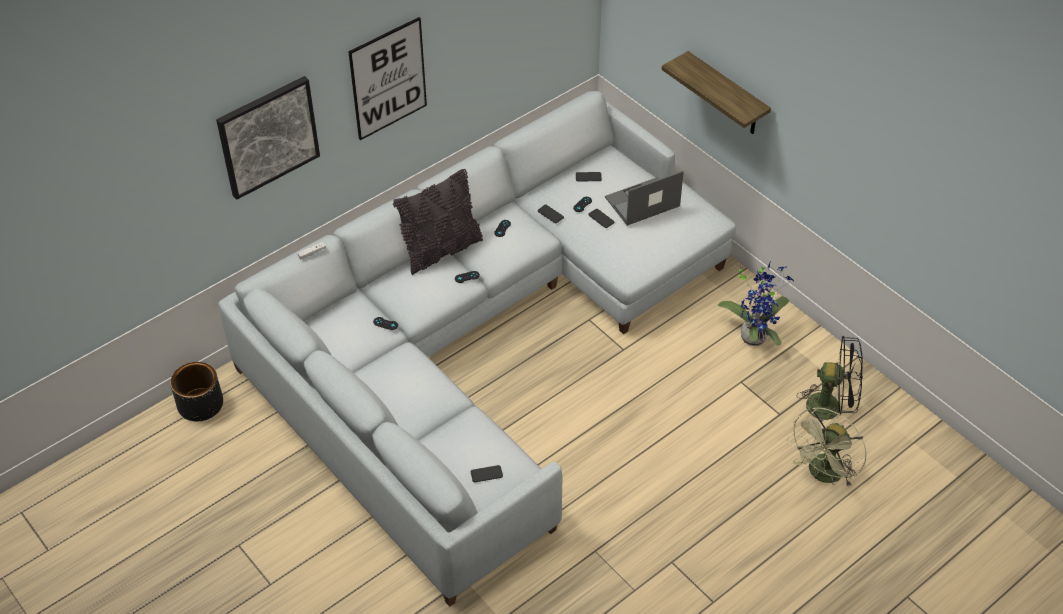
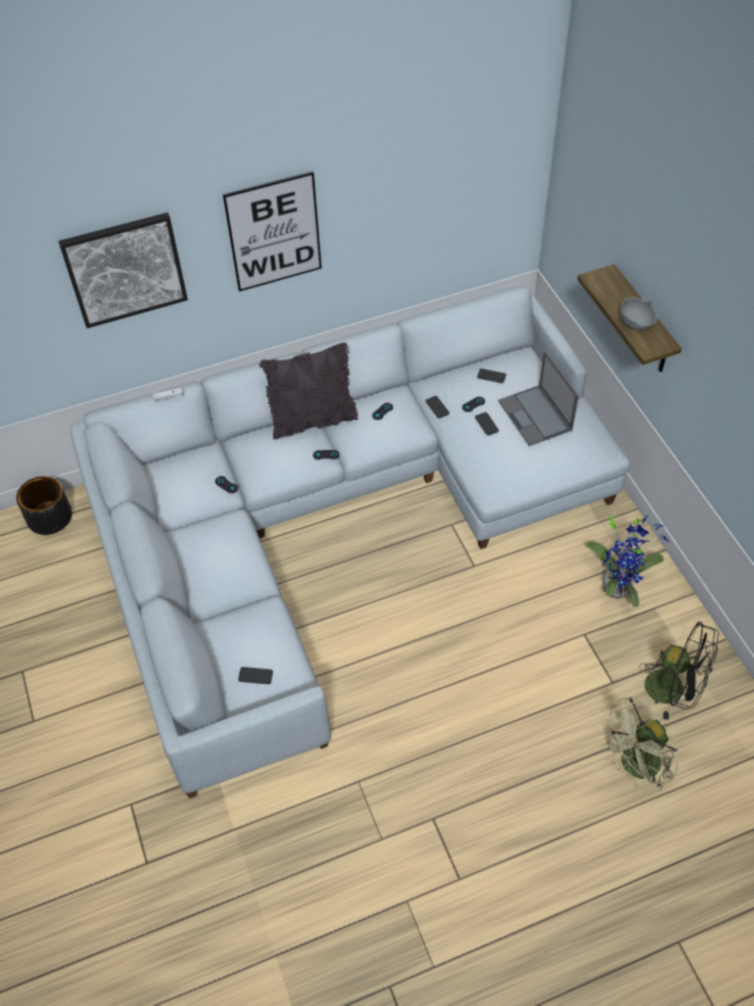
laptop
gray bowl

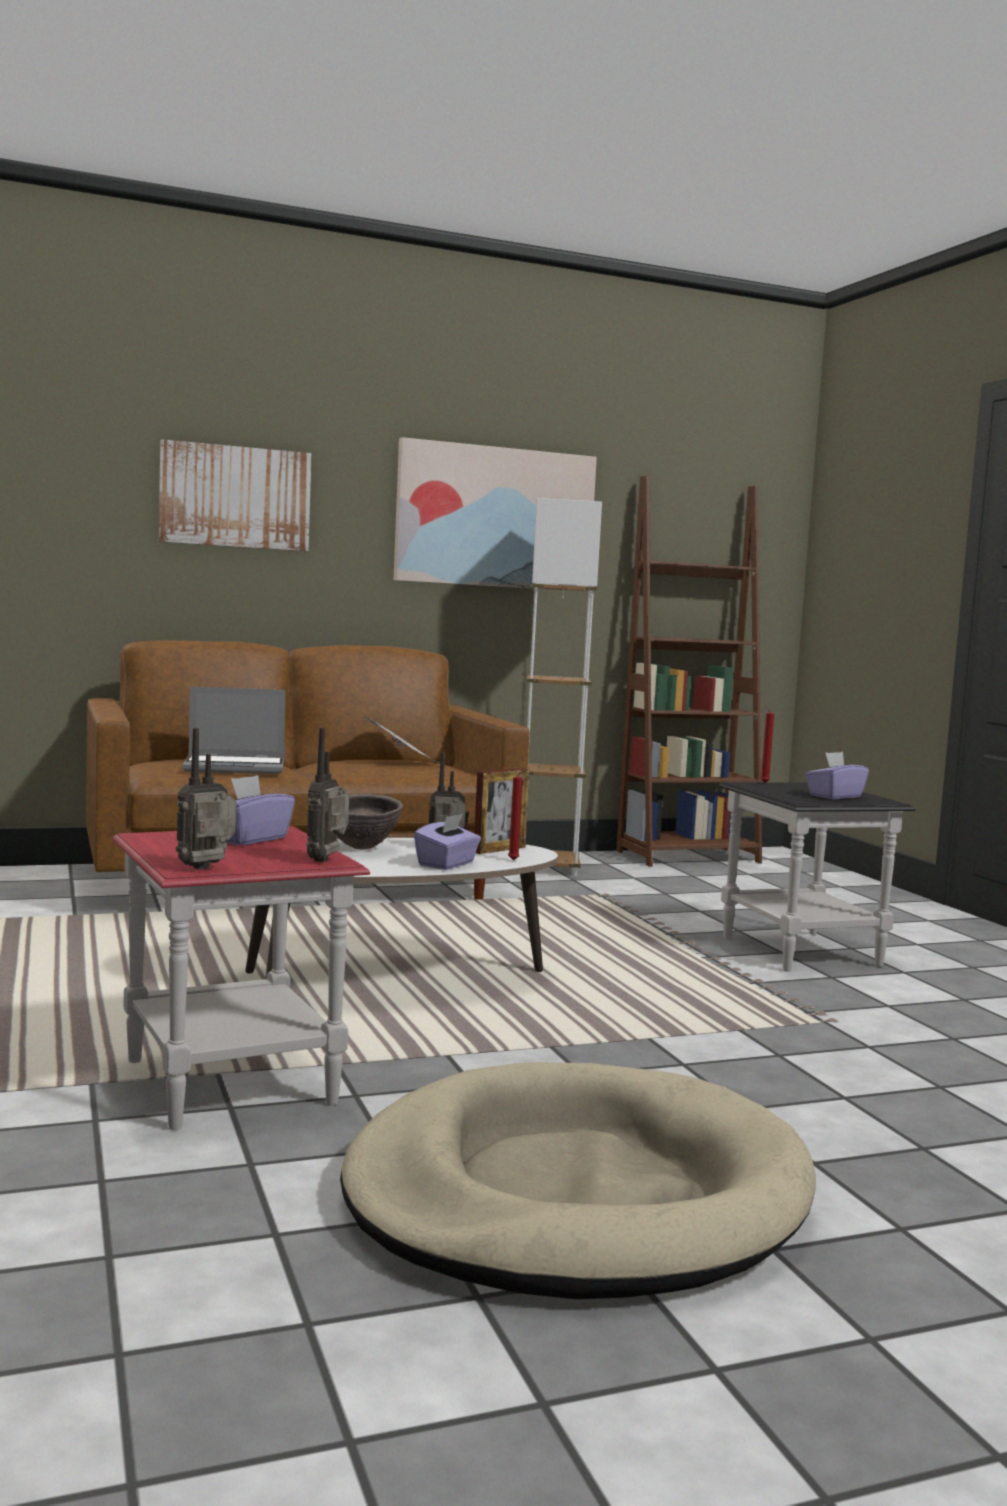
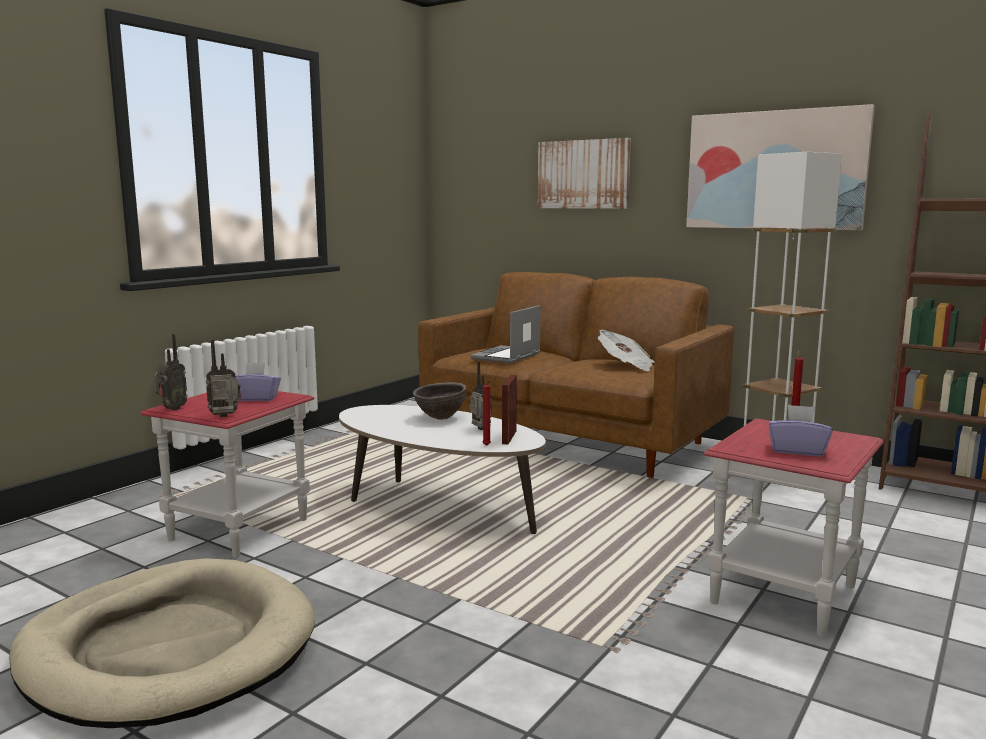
radio receiver (no. 1 from left)
laptop
purple tissue box (no. 2 from left in the first image)
photo frame
red-coloured end table (no. 2 from left)

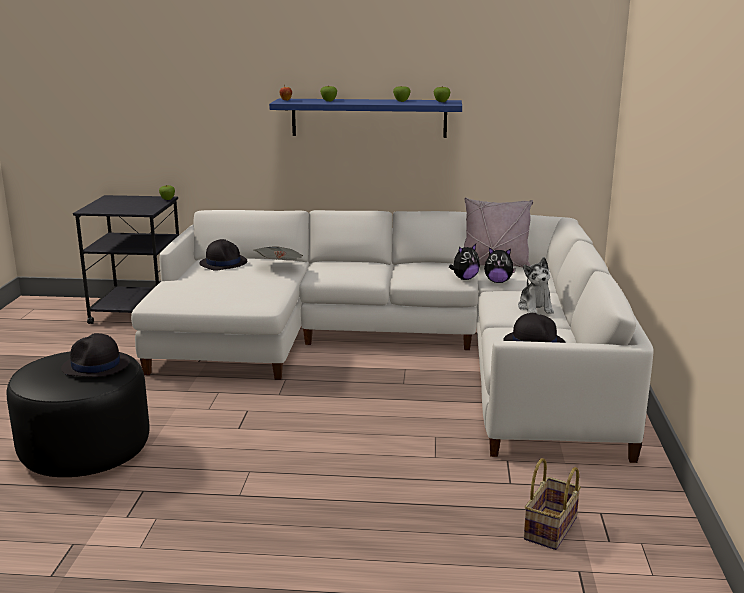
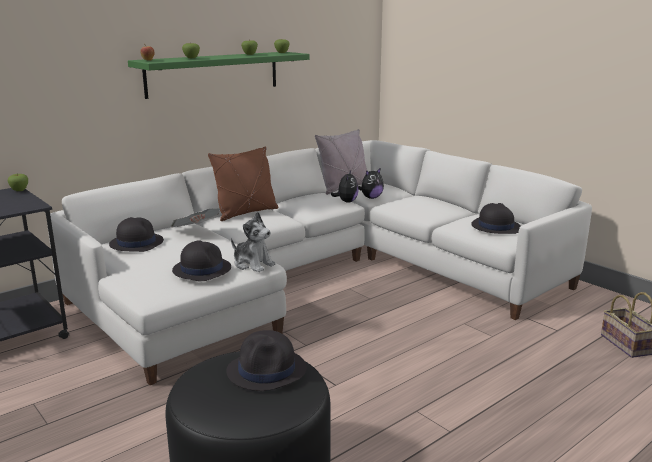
green shelf
cuddly toy (no. 1 from left)
blackish wearable hat (no. 2 from left)
brown-coloured pillow

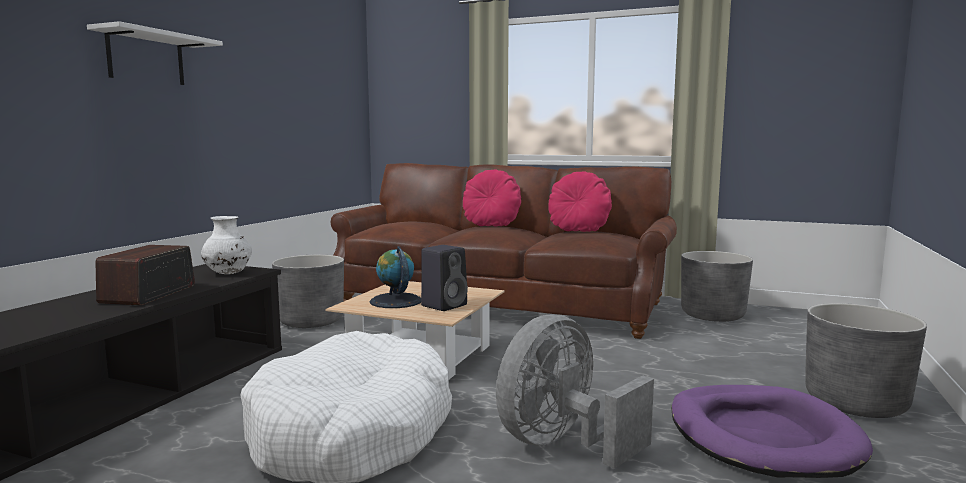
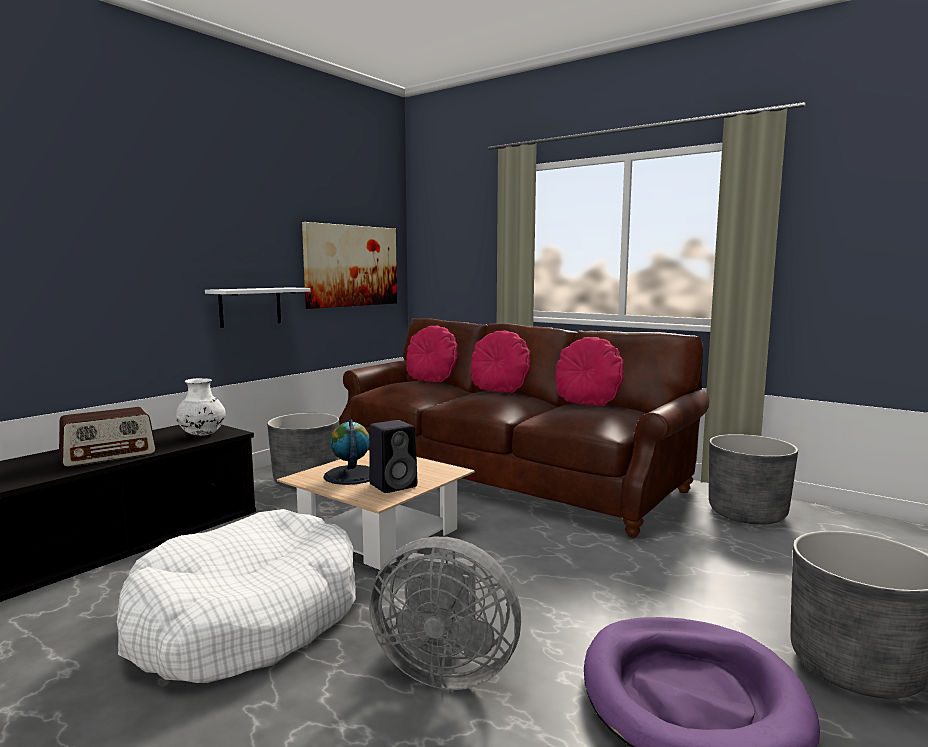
white shelf
radio receiver
gray cooling fan
wall picture
pink pillow (no. 1 from left)

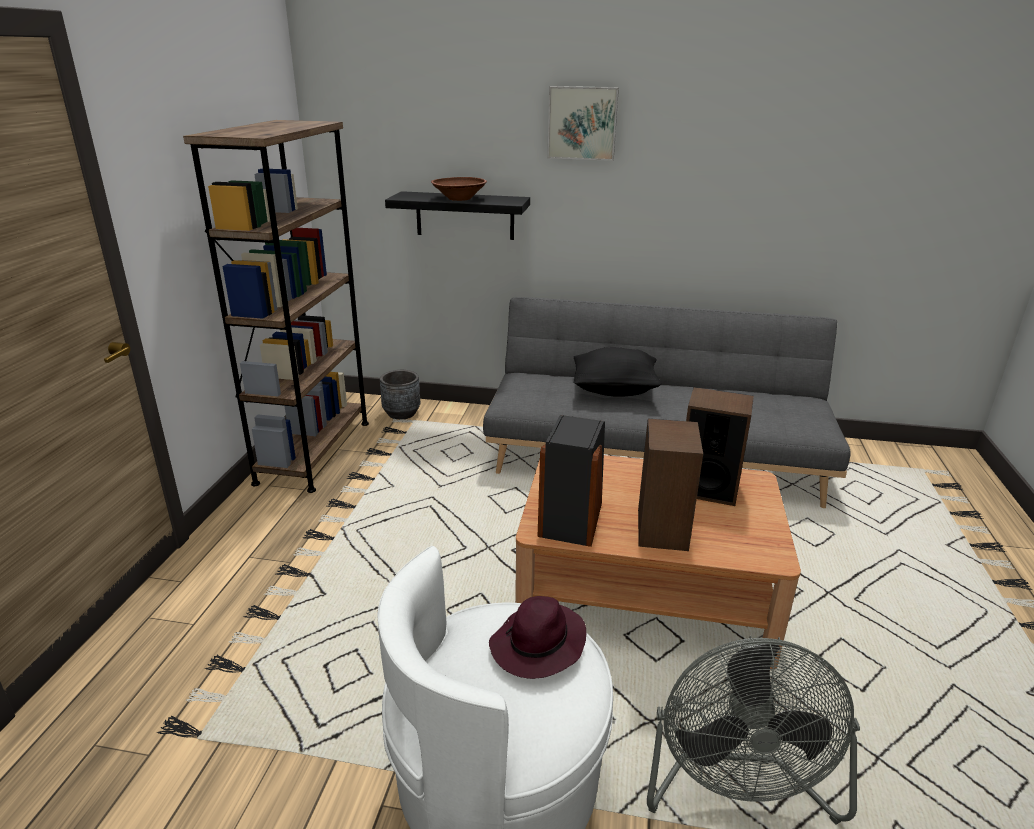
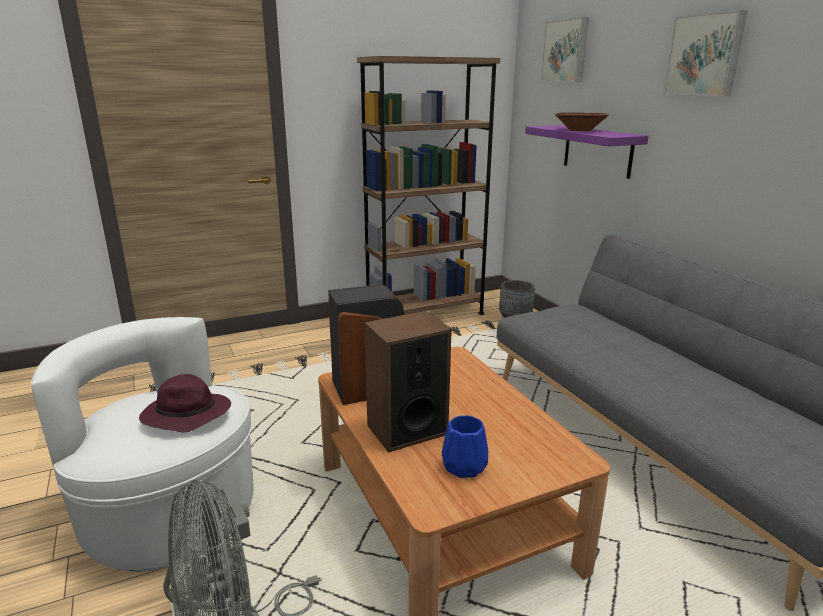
purple shelf
blackish pillow
speaker (no. 3 from left in the first image)
bluish vase
wall picture (no. 1 from left)

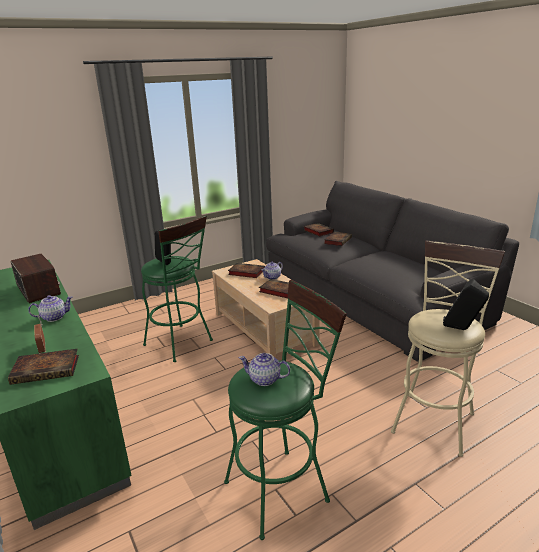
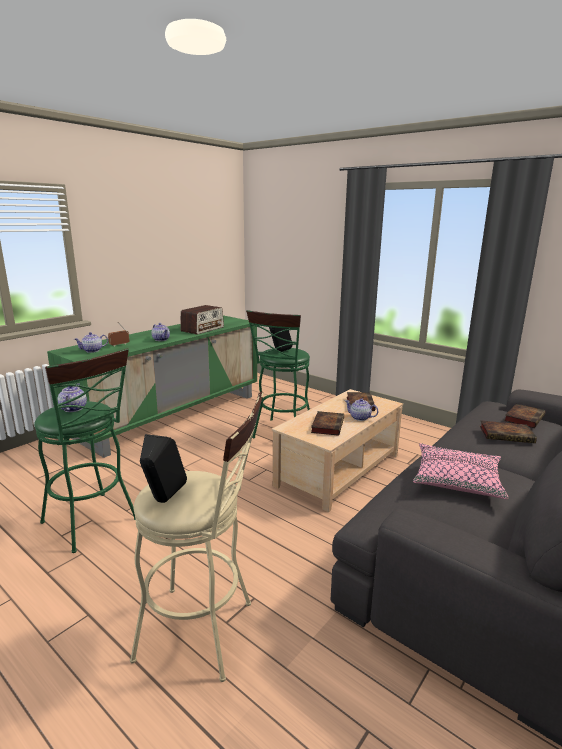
teapot (no. 2 from left)
pink pillow

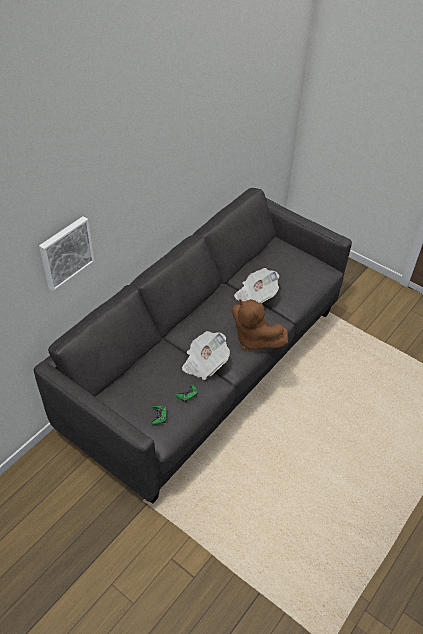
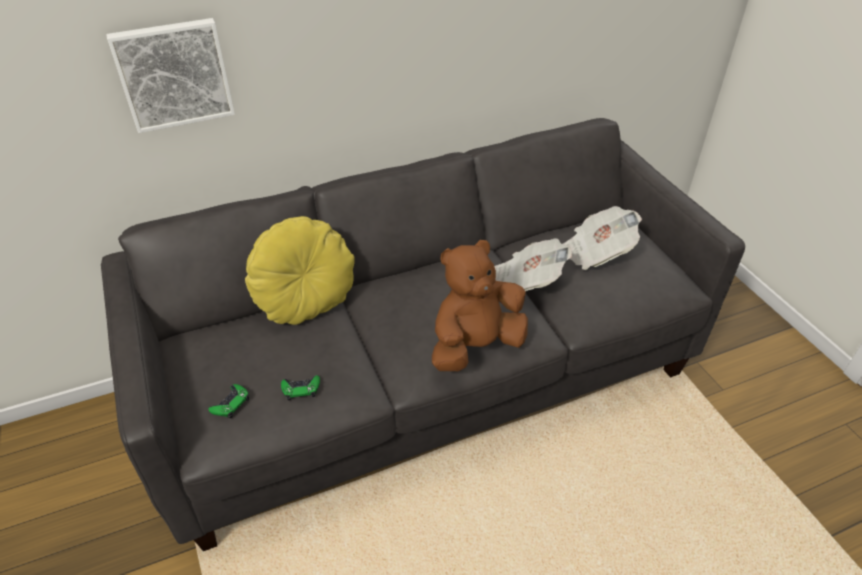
printed paper (no. 2 from left)
brown-coloured cuddly toy
yellow-coloured pillow

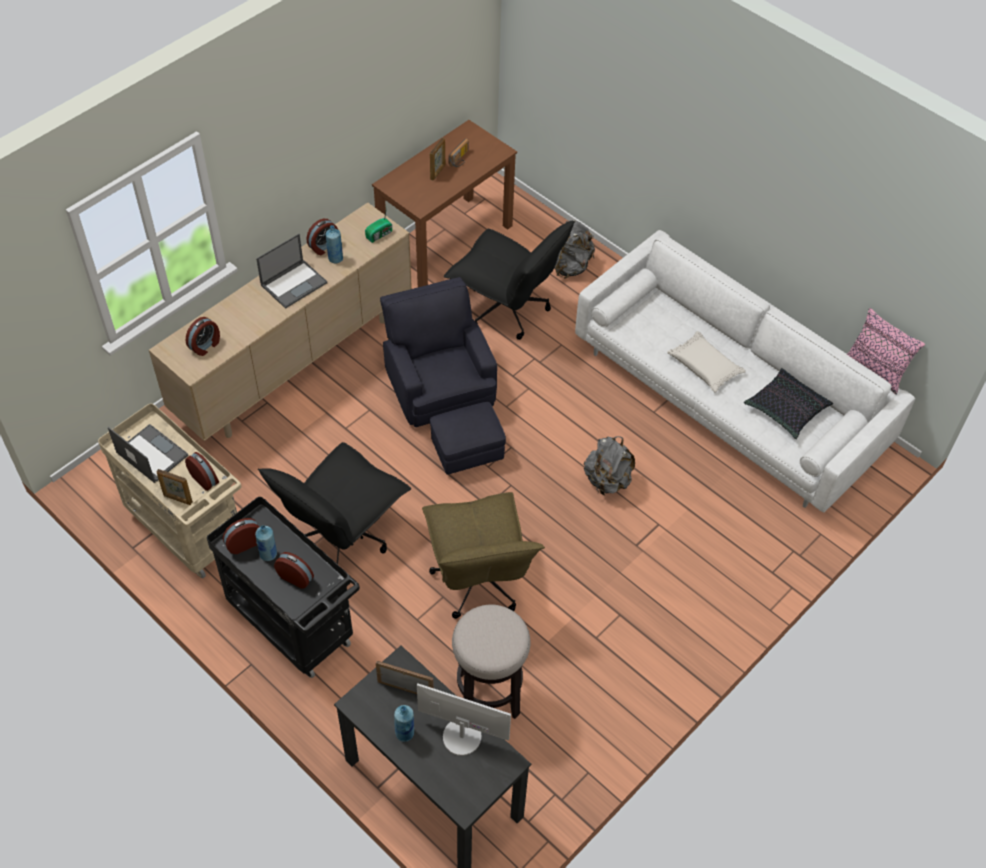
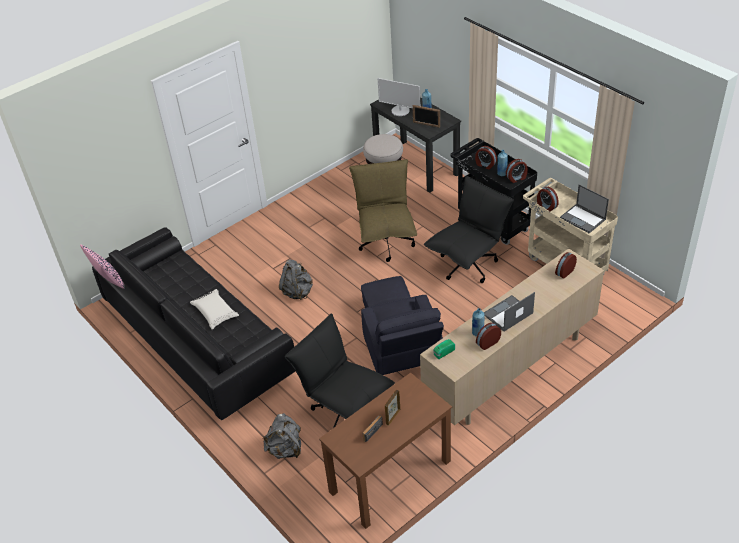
photo frame (no. 1 from left in the first image)
blackish settee
blackish pillow

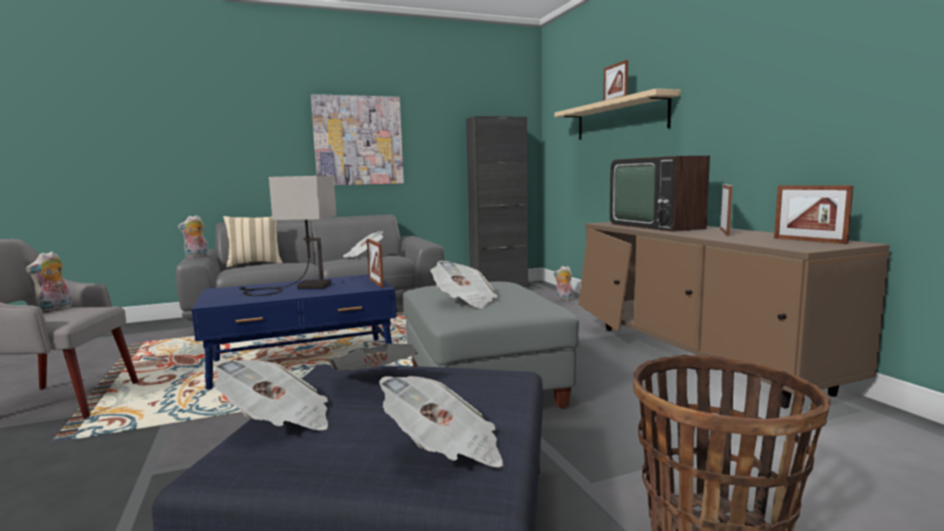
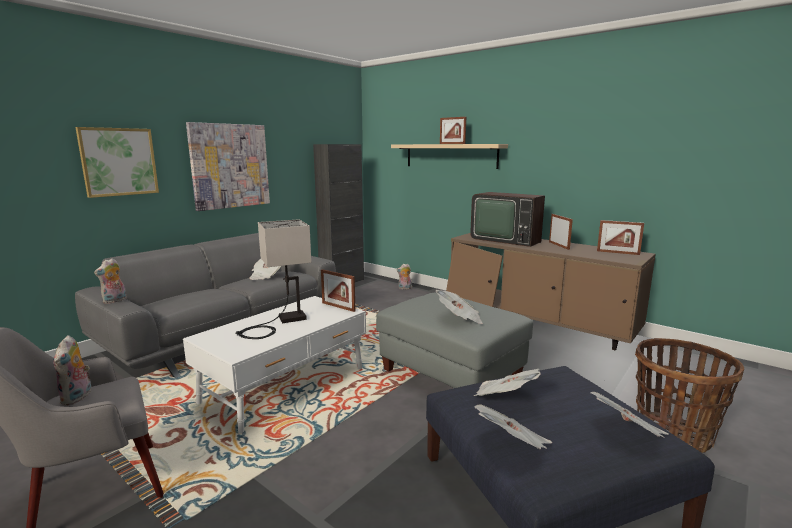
white lounge table
beige pillow
wall picture (no. 1 from left)

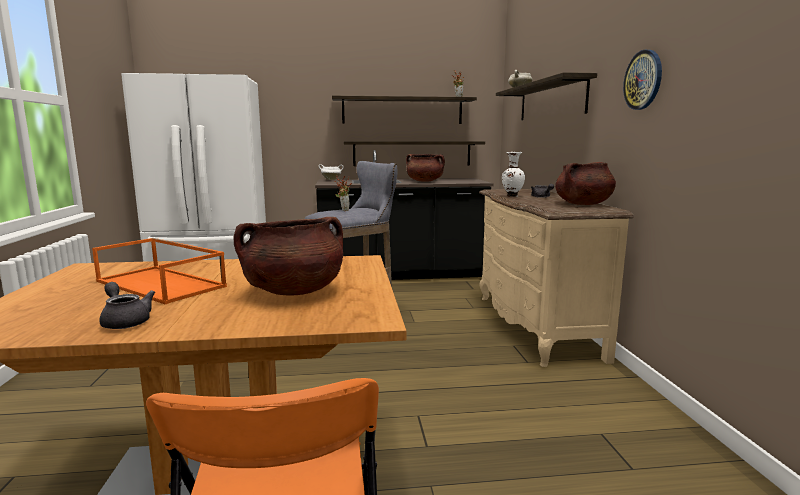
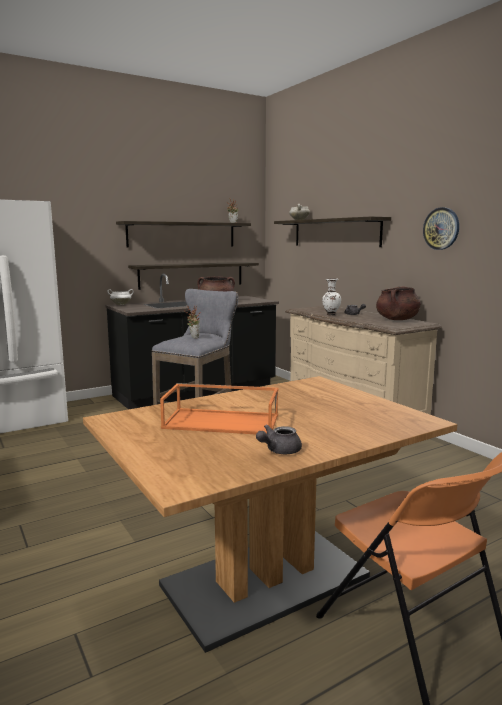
gray teapot (no. 1 from left)
brown-coloured stockpot (no. 1 from left in the first image)

